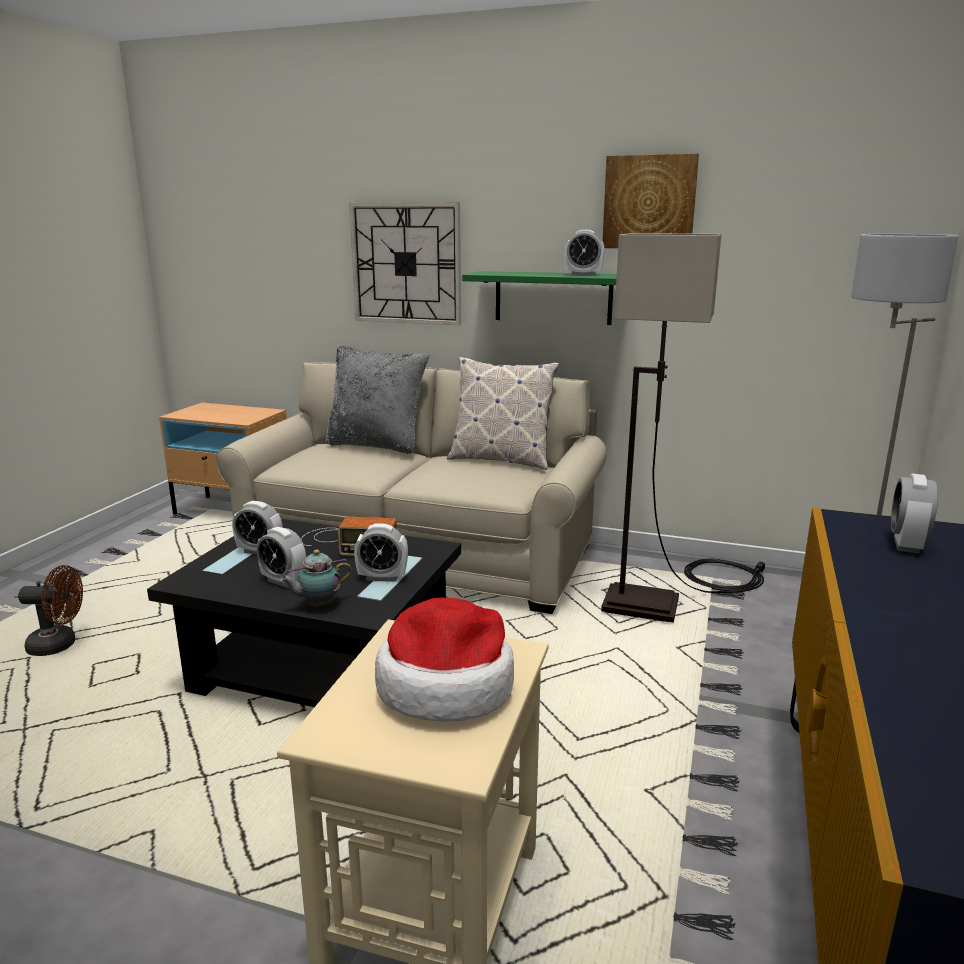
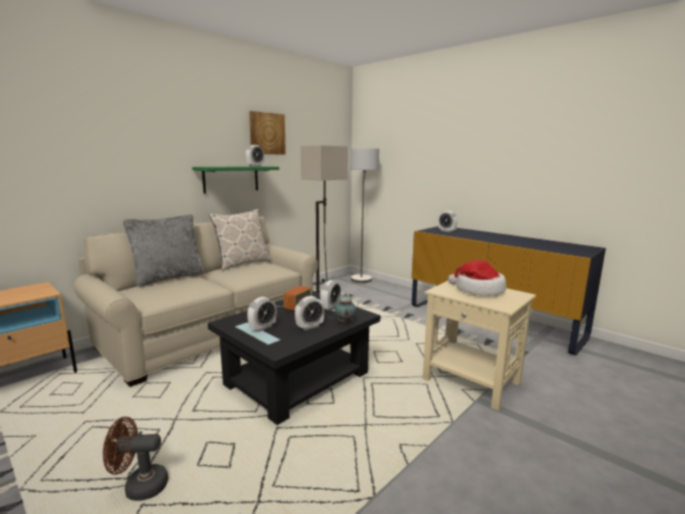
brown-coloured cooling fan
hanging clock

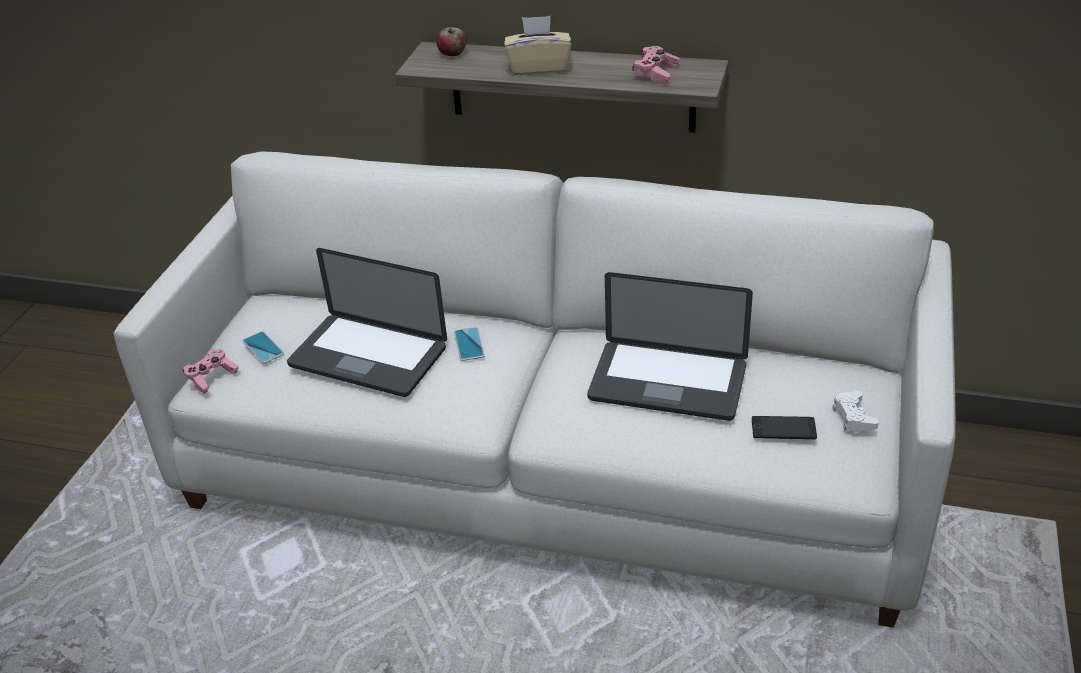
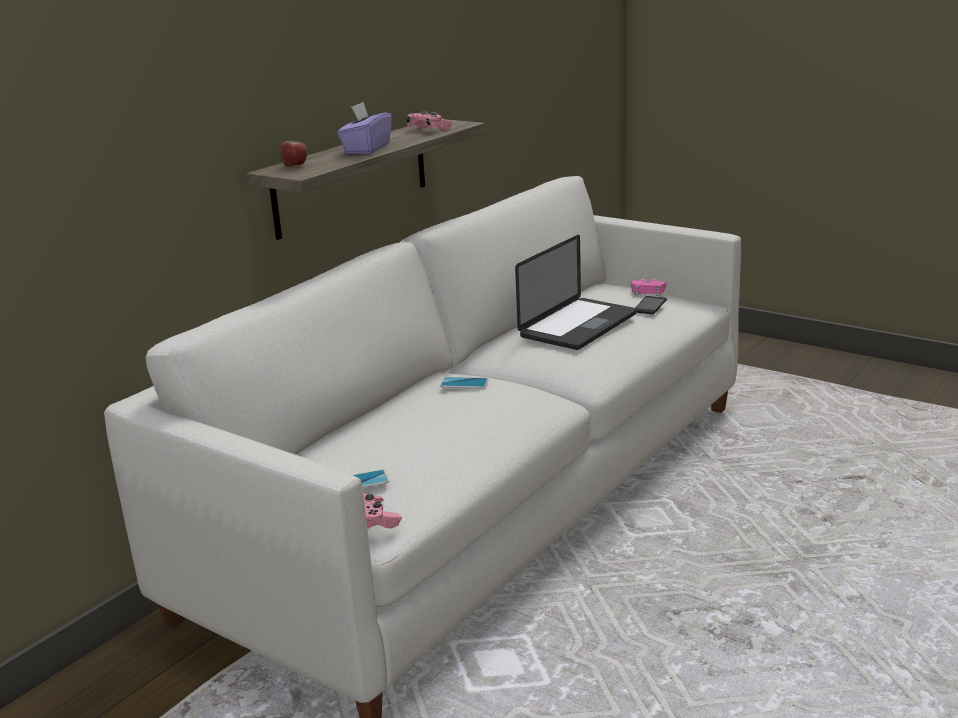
laptop (no. 1 from left in the first image)
purple tissue box
pink joypad (no. 3 from left)

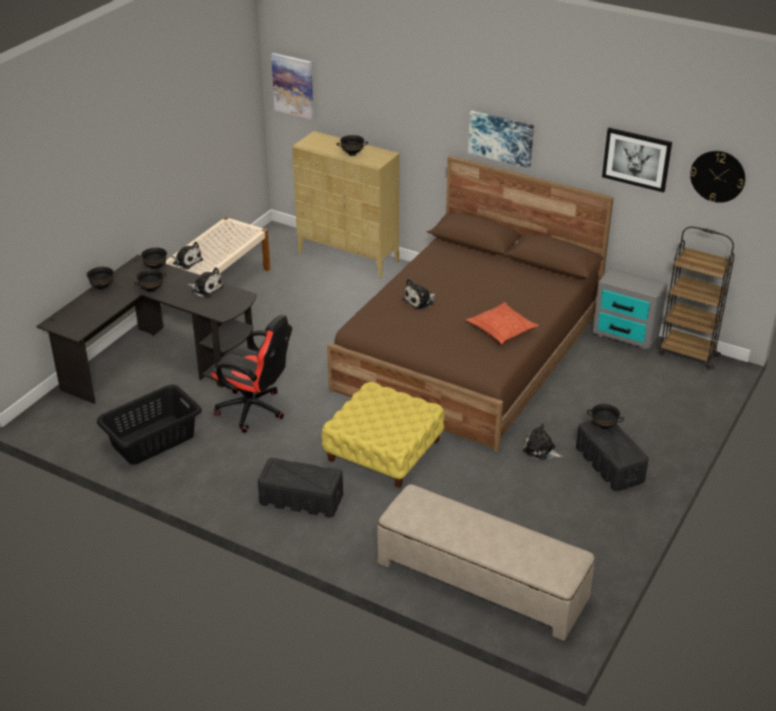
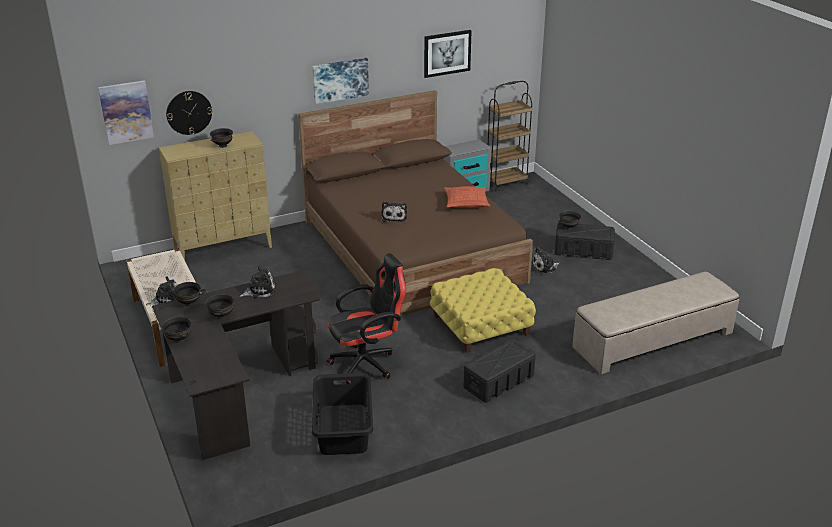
hanging clock

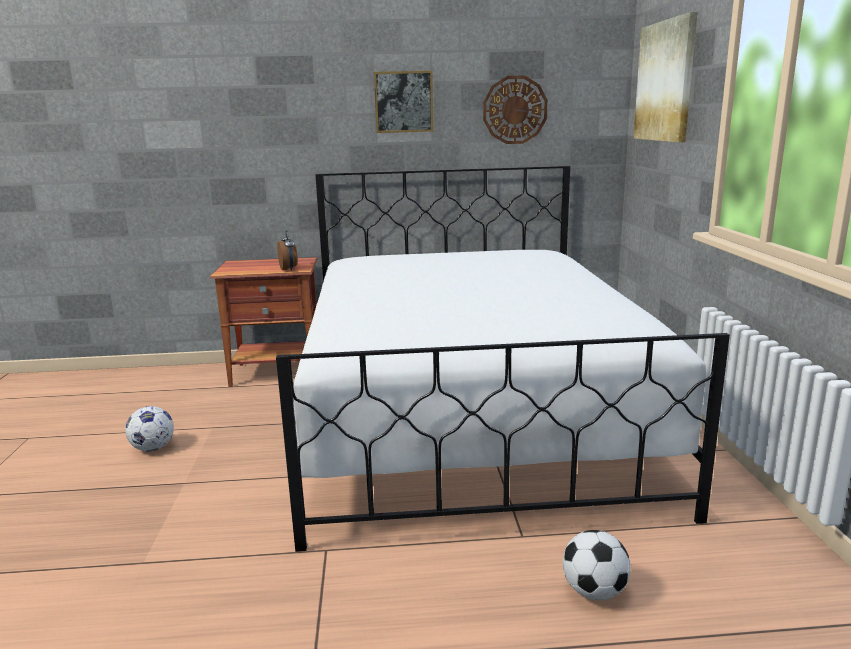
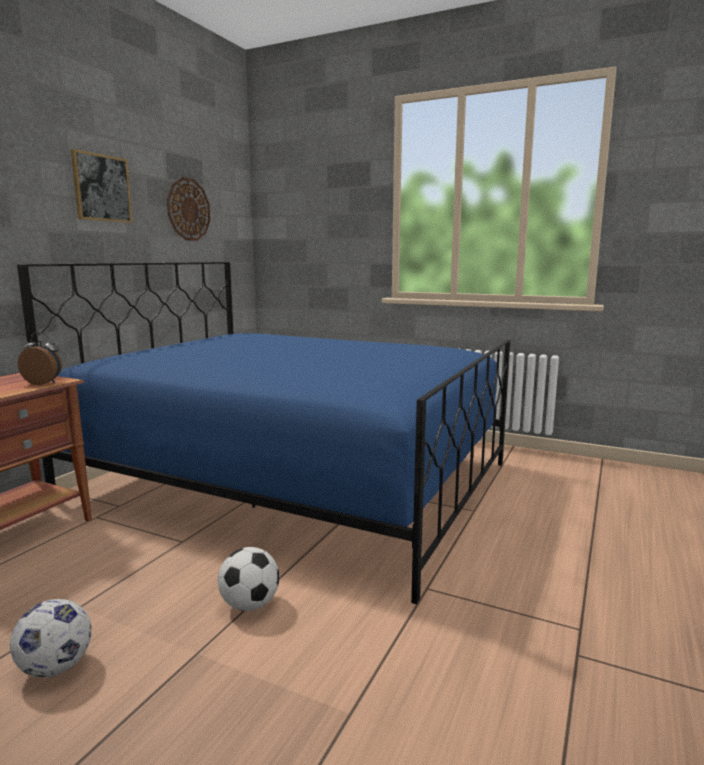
bluish sleeping bed
football (no. 2 from left)
wall picture (no. 2 from left in the first image)

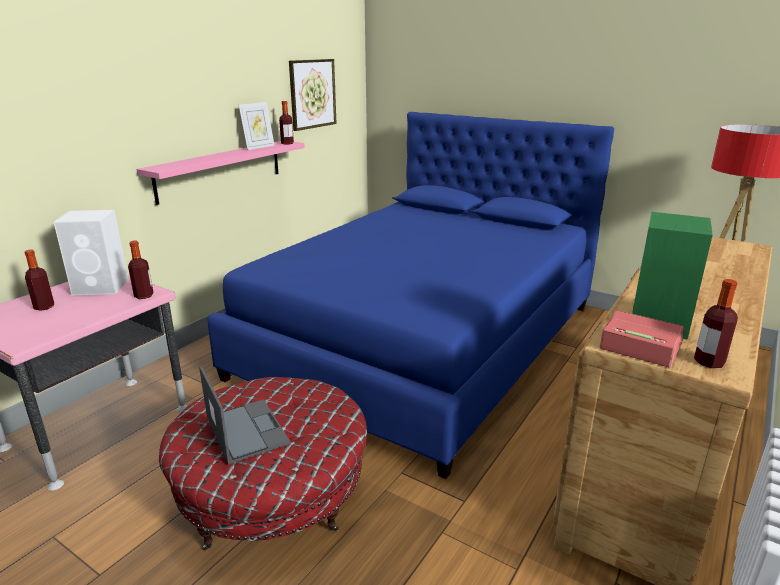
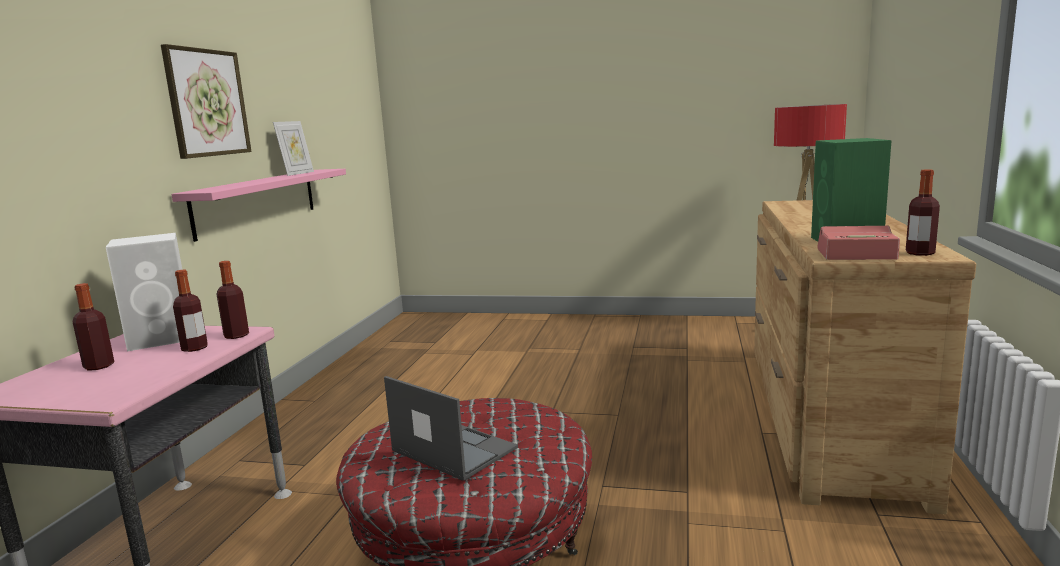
bluish sleeping bed
bottle (no. 2 from left)
wall picture

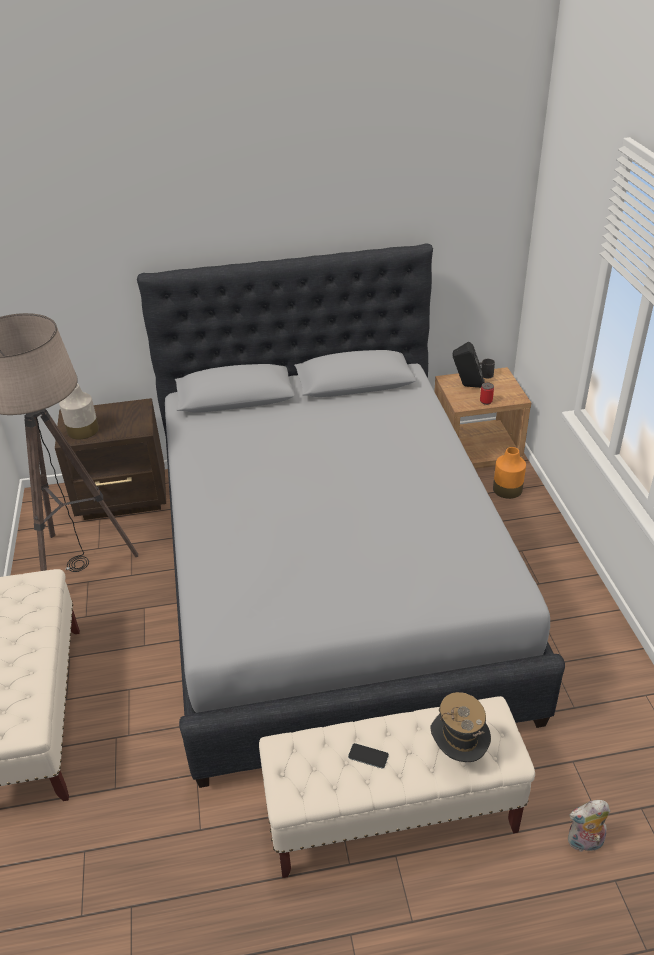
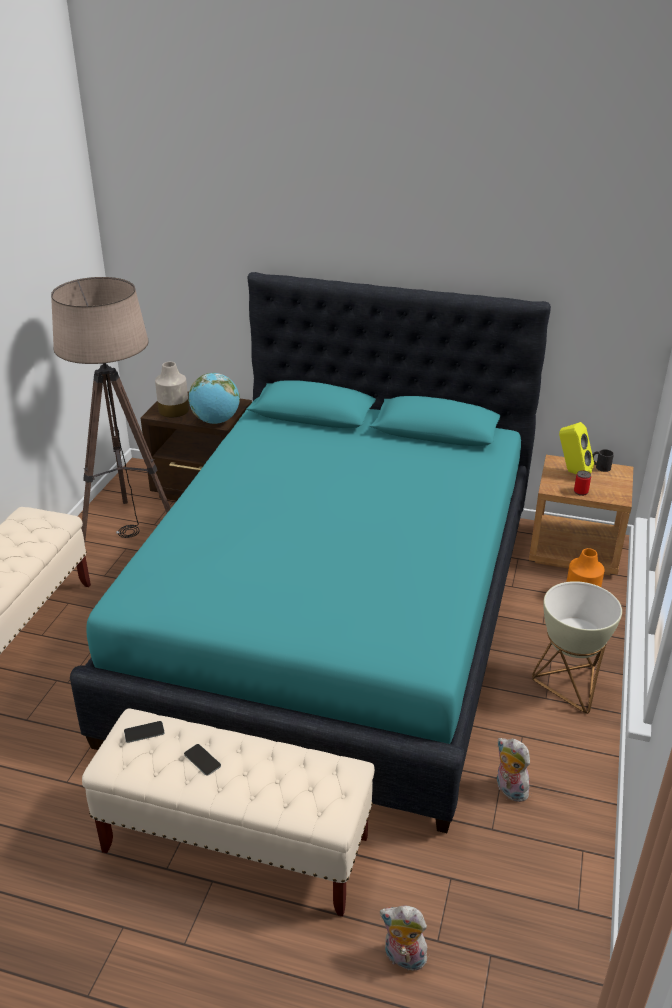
turquoise sleeping bed
wearable hat
yellow-coloured speaker
telephone (no. 1 from left)
world globe
cuddly toy (no. 2 from left)
plant pot

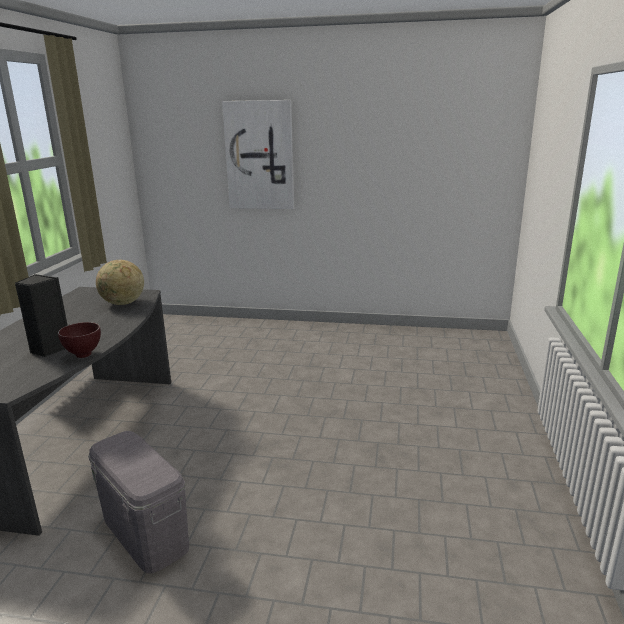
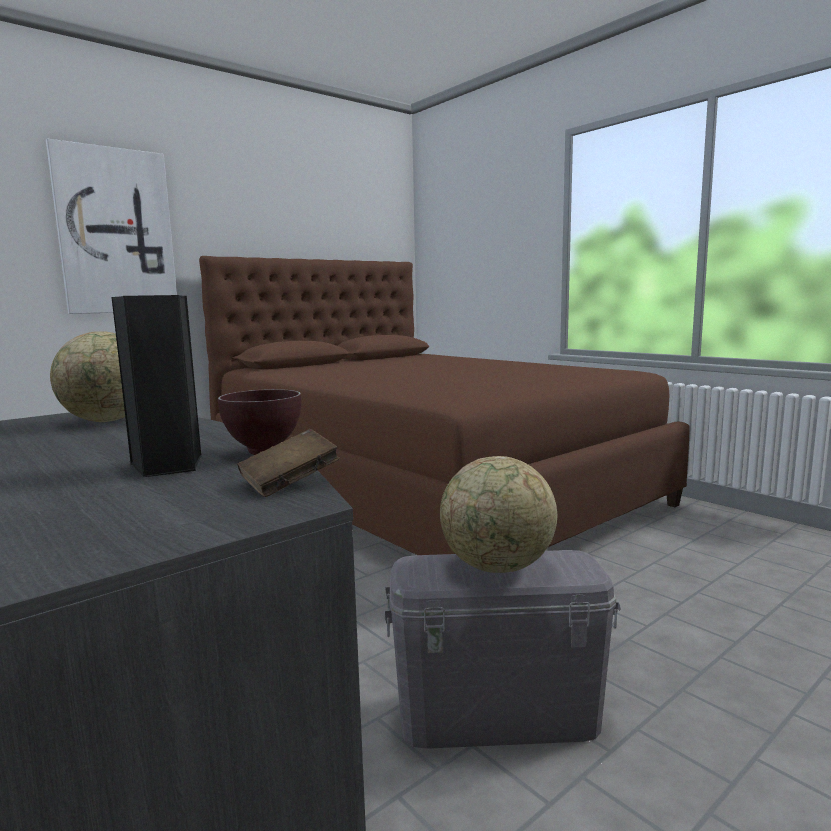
brown-coloured sleeping bed
brown-coloured book
world globe (no. 2 from left)

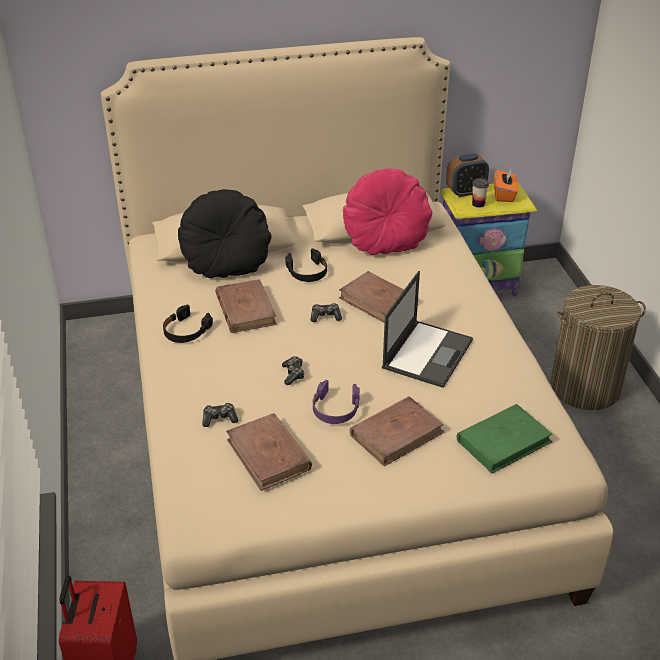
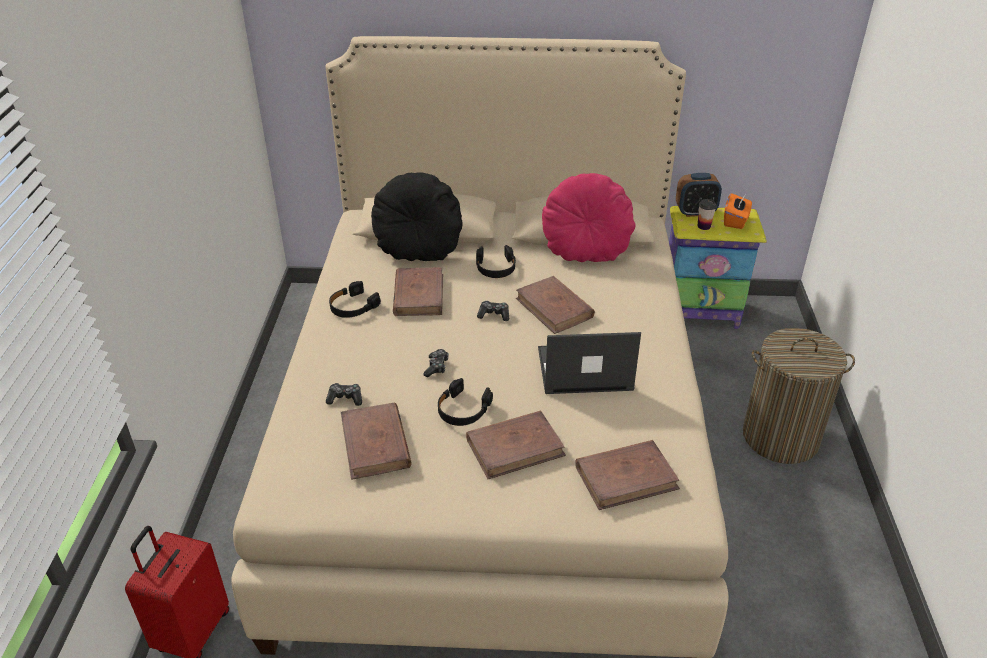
blackish headphones (no. 2 from left)
laptop
brown-coloured book (no. 5 from left)

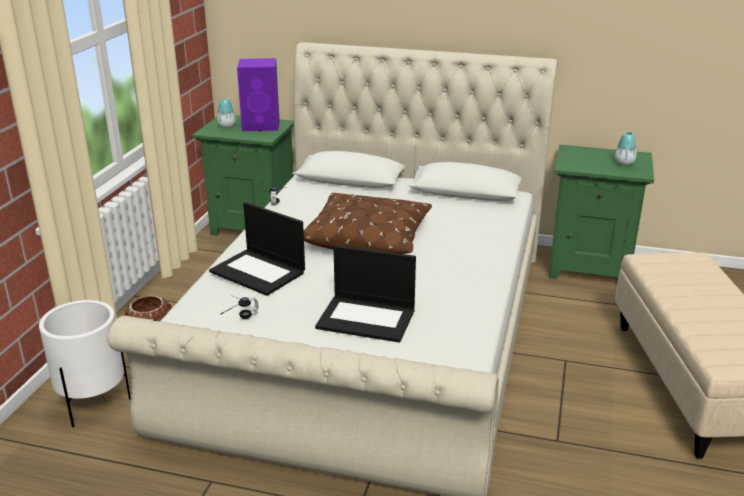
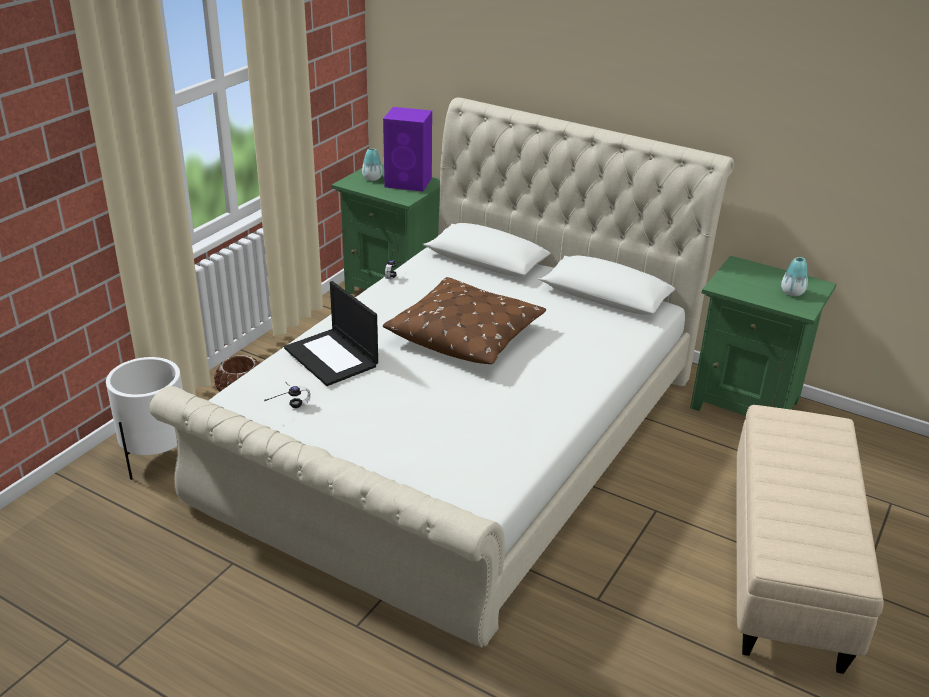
laptop (no. 2 from left in the first image)

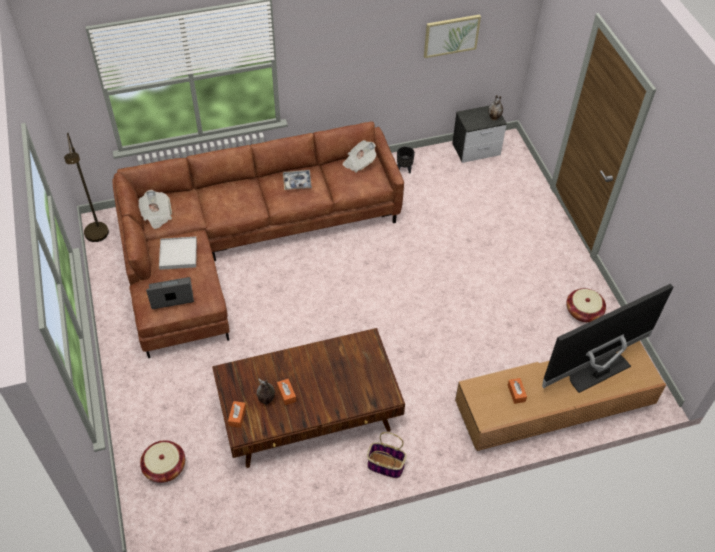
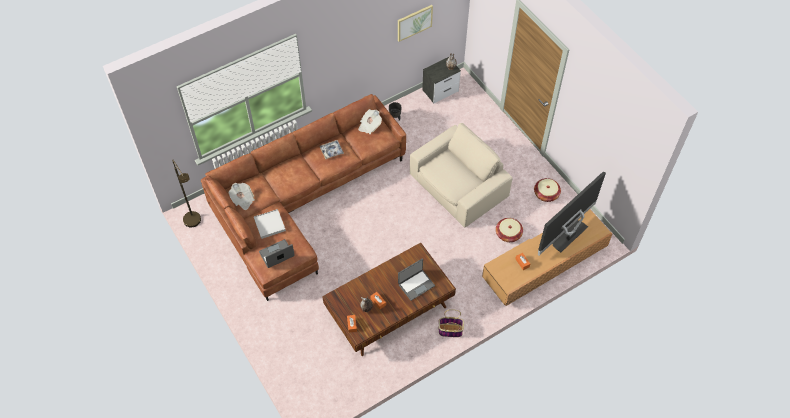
household basket (no. 2 from left)
laptop (no. 2 from left)
beige armchair

